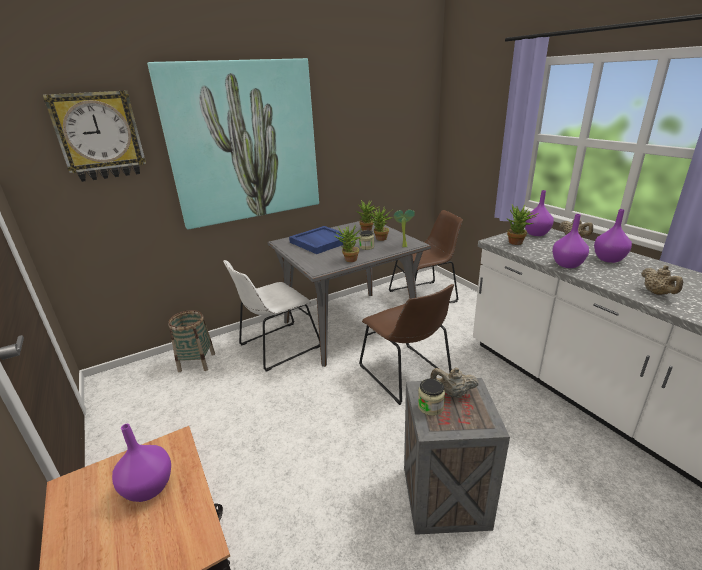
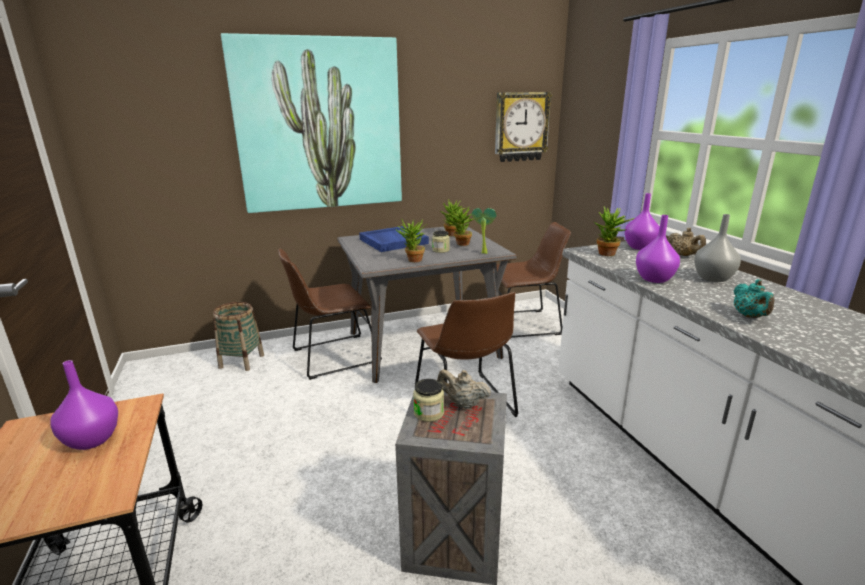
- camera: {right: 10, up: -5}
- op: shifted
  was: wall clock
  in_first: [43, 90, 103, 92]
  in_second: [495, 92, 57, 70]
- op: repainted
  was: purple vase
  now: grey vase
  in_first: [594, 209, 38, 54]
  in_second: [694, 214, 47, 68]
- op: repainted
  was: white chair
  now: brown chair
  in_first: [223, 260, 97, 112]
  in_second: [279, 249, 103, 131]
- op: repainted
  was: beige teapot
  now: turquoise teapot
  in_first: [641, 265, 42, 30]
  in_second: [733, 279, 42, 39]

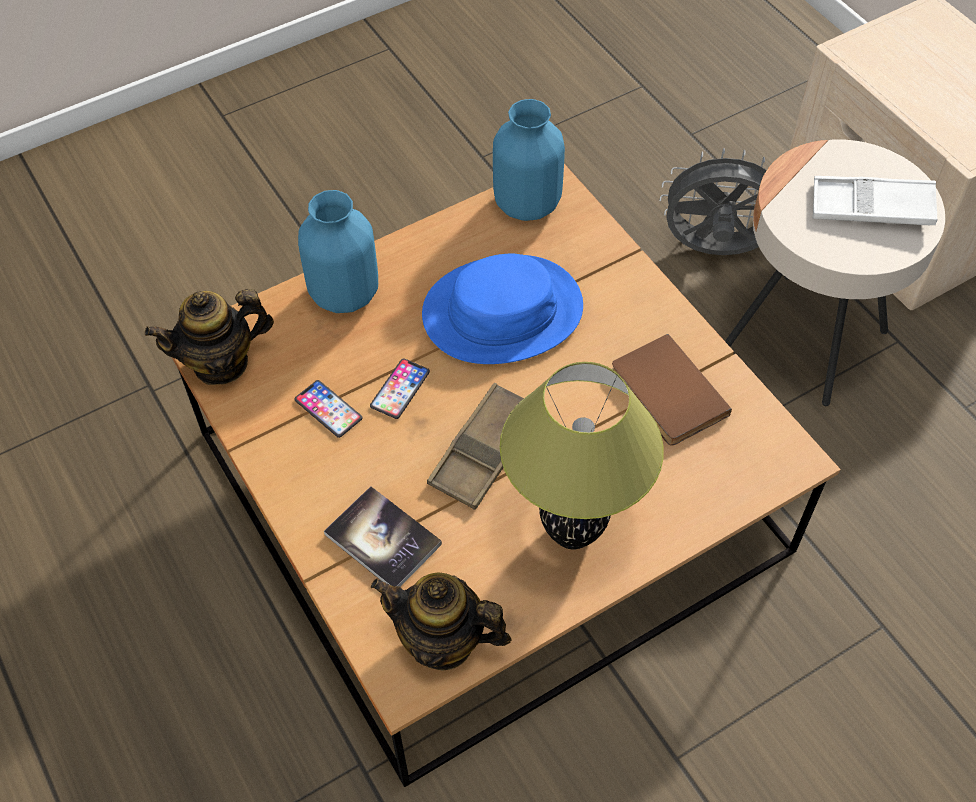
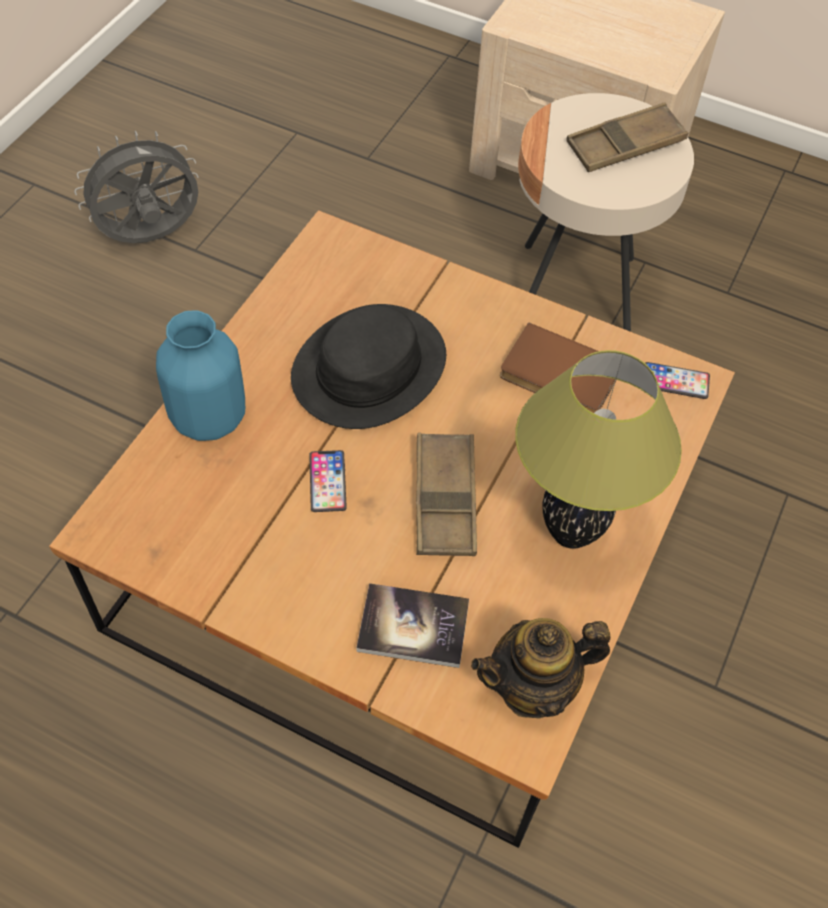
- camera: {right: -35, up: 0}
- op: gone
  was: blue vase
  in_first: [493, 99, 72, 122]
- op: shifted
  was: grey fan
  in_first: [660, 148, 107, 107]
  in_second: [74, 131, 125, 112]
- op: repainted
  was: white tray
  now: brown tray
  in_first: [813, 176, 125, 49]
  in_second: [566, 102, 122, 70]
- op: repainted
  was: blue hat
  now: black hat
  in_first: [422, 254, 161, 110]
  in_second: [291, 304, 155, 125]
- op: gone
  was: teapot
  in_first: [145, 289, 129, 96]
- op: shifted
  was: phone
  in_first: [295, 380, 67, 58]
  in_second: [645, 362, 65, 37]

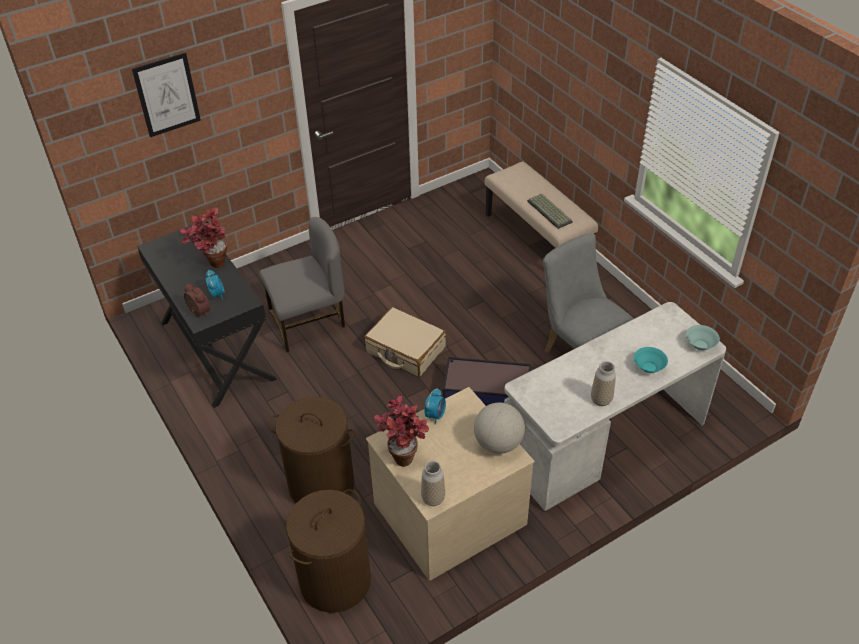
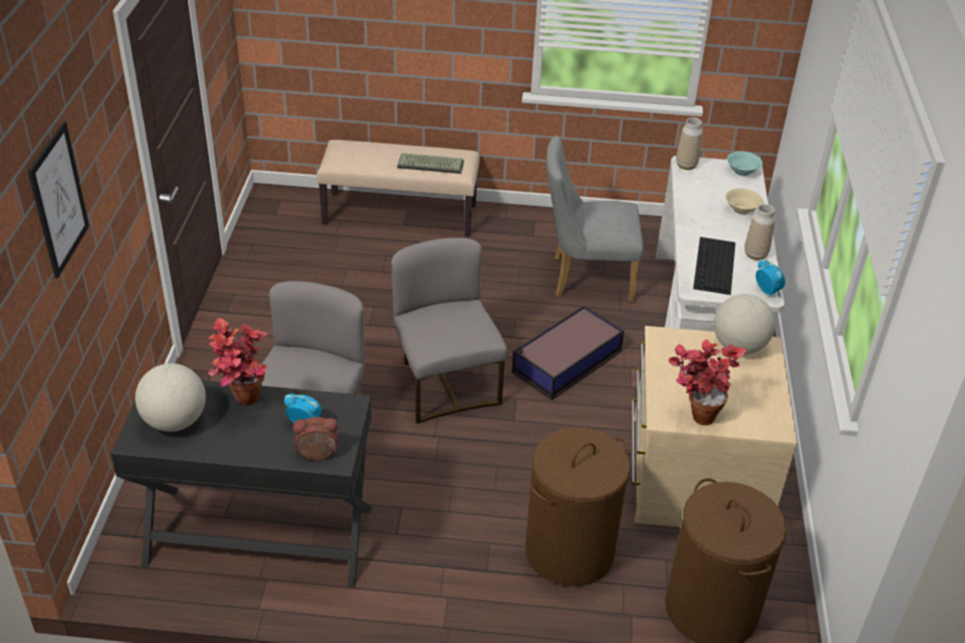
- camera: {right: -55, up: -5}
- op: swapped
  was: beige suitcase
  now: grey chair
  in_first: [364, 307, 82, 70]
  in_second: [391, 238, 116, 186]
- op: repainted
  was: turquoise bowl
  now: beige bowl
  in_first: [634, 347, 34, 26]
  in_second: [725, 188, 38, 27]
- op: shifted
  was: alarm clock
  in_first: [424, 388, 22, 36]
  in_second: [756, 259, 29, 38]
- op: shifted
  was: vase
  in_first: [421, 461, 24, 45]
  in_second: [676, 118, 27, 52]
- op: new
  now: keyboard
  in_second: [693, 237, 43, 58]
- op: new
  now: globe
  in_second: [135, 363, 71, 69]

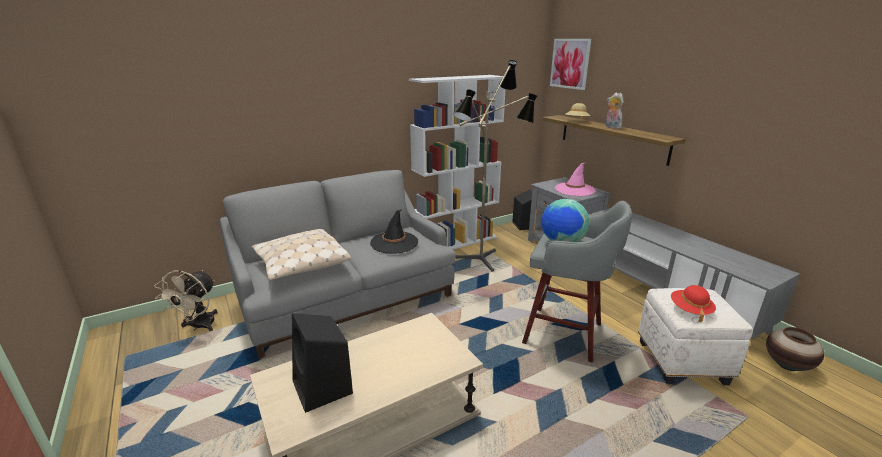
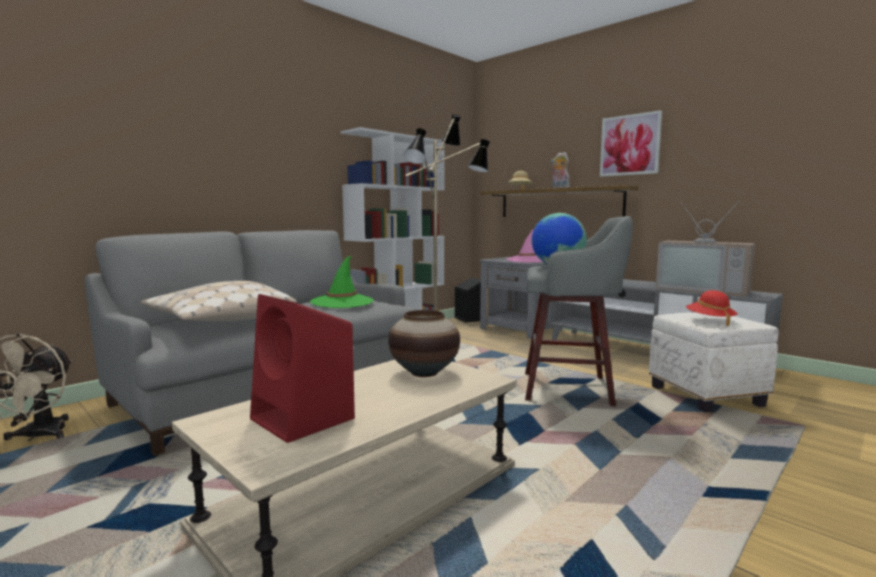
- camera: {right: -15, up: -15}
- op: shifted
  was: picture
  in_first: [550, 39, 41, 51]
  in_second: [600, 110, 62, 67]
- op: repainted
  was: black hat
  now: green hat
  in_first: [370, 209, 48, 45]
  in_second: [310, 255, 64, 53]
- op: repainted
  was: black speaker
  now: red speaker
  in_first: [292, 313, 61, 100]
  in_second: [250, 294, 105, 149]
- op: shifted
  was: vase
  in_first: [766, 327, 58, 44]
  in_second: [388, 310, 72, 67]
- op: new
  now: television
  in_second: [655, 200, 100, 97]

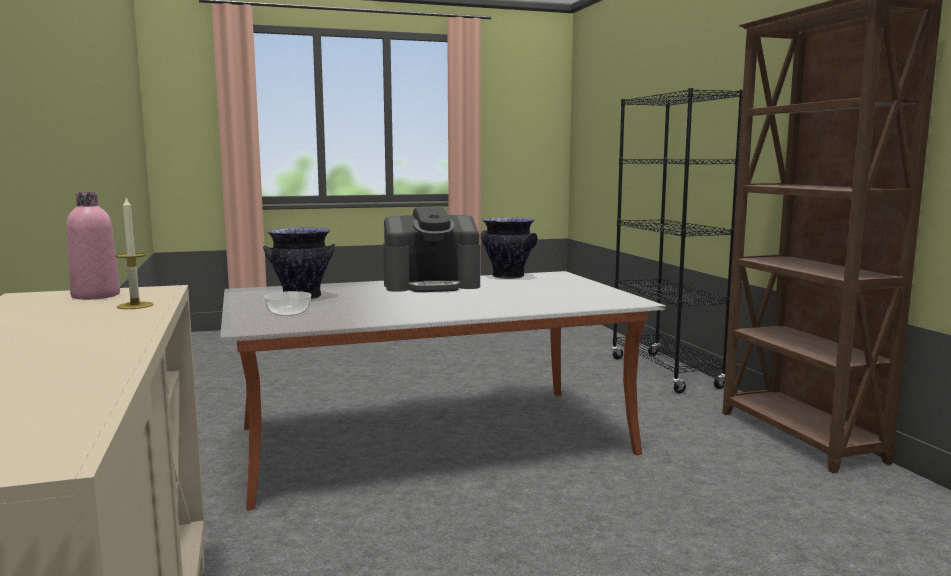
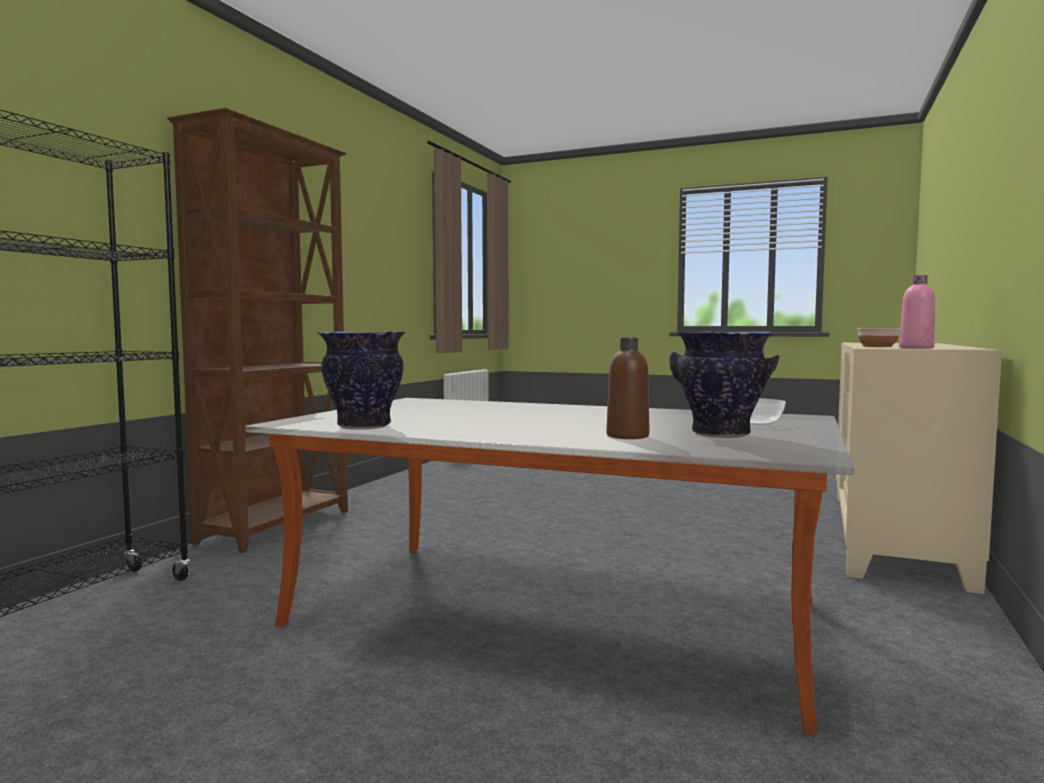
- camera: {right: -140, up: -5}
- op: swapped
  was: candle
  now: bowl
  in_first: [115, 198, 39, 111]
  in_second: [858, 328, 42, 19]
- op: gone
  was: coffee machine
  in_first: [383, 207, 97, 85]
- op: new
  now: brown bottle
  in_second: [606, 338, 43, 101]

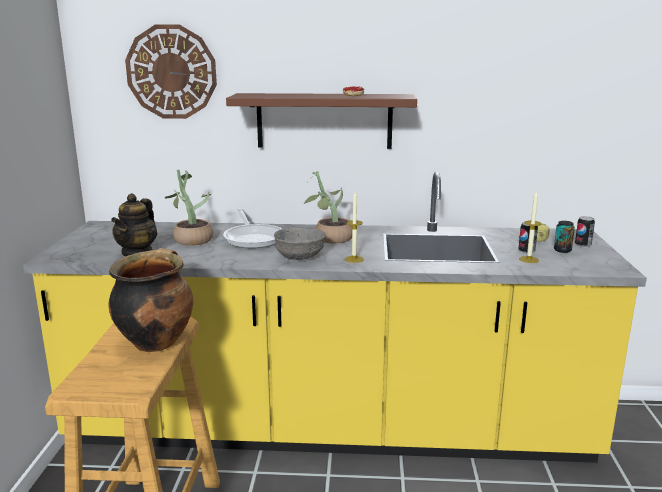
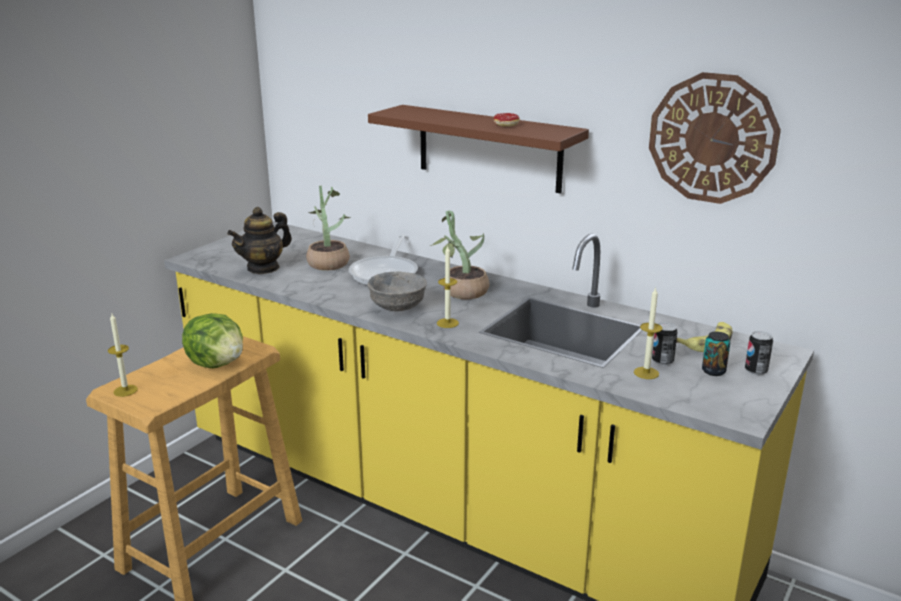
- camera: {right: 30, up: 5}
- op: shifted
  was: wall clock
  in_first: [125, 25, 92, 94]
  in_second: [649, 72, 132, 132]
- op: swapped
  was: cooking pot
  now: lettuce
  in_first: [108, 248, 85, 104]
  in_second: [182, 313, 61, 55]
- op: new
  now: candle
  in_second: [108, 314, 30, 83]

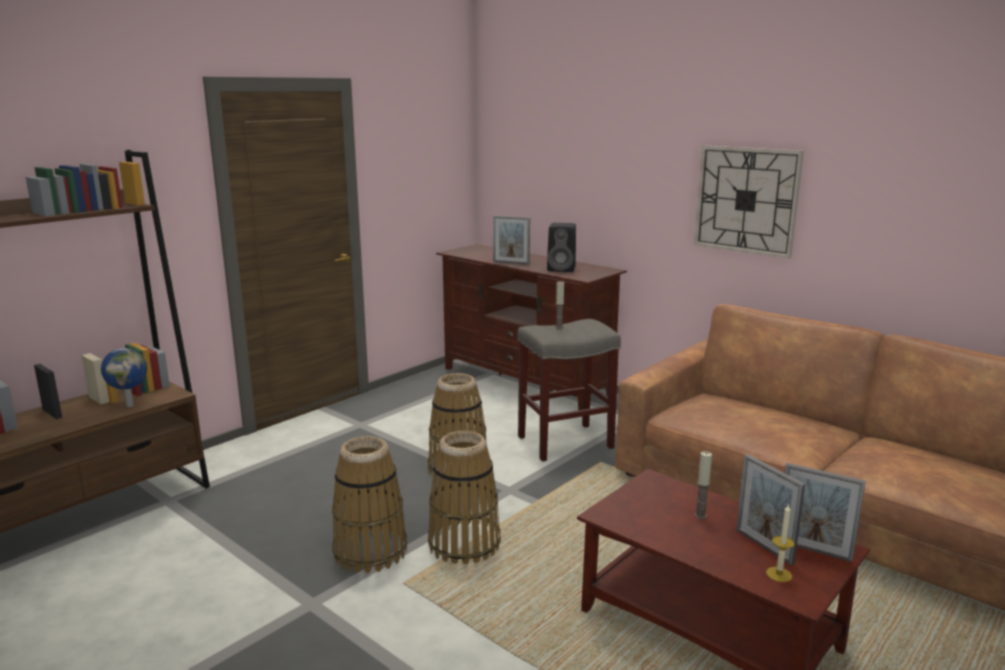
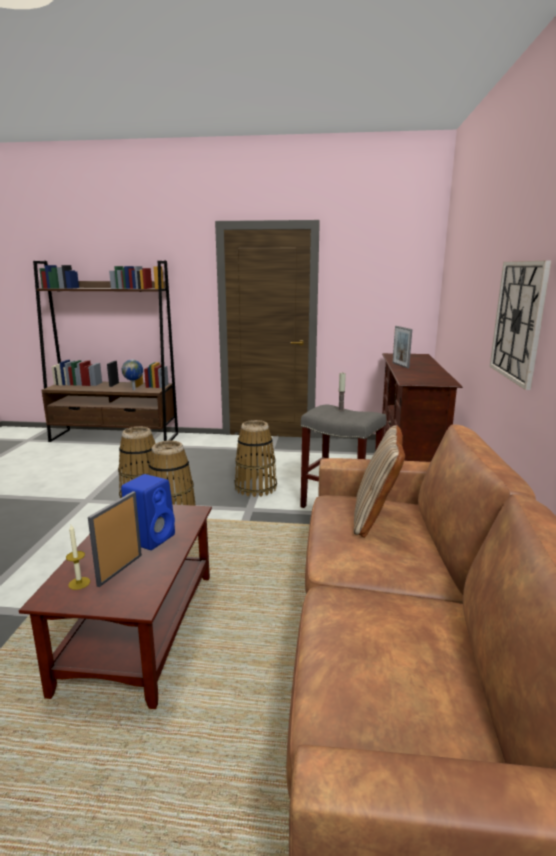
- camera: {right: 55, up: 0}
- op: gone
  was: black speaker
  in_first: [547, 223, 29, 49]
- op: swapped
  was: candle
  now: blue speaker
  in_first: [695, 451, 17, 68]
  in_second: [121, 474, 54, 76]
- op: gone
  was: picture frame
  in_first: [785, 463, 81, 99]
- op: new
  now: beige pillow
  in_second: [354, 425, 51, 113]

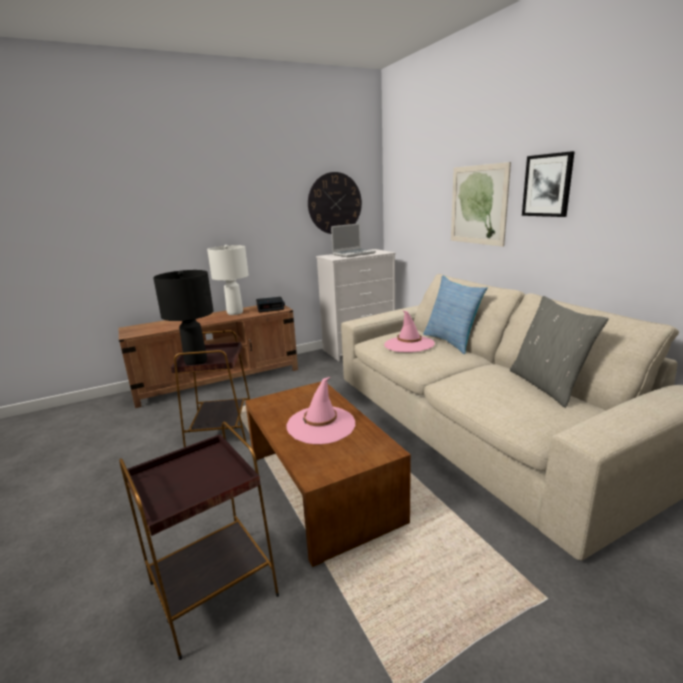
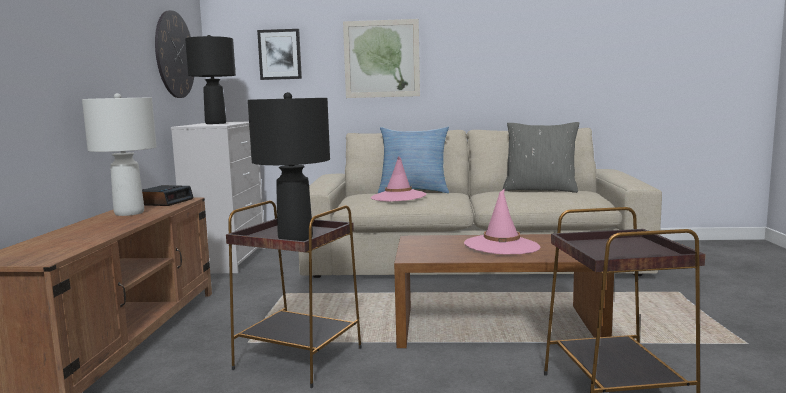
- camera: {right: -60, up: -10}
- op: shifted
  was: picture
  in_first: [522, 151, 53, 66]
  in_second: [257, 29, 45, 51]
- op: swapped
  was: laptop
  now: black table lamp
  in_first: [331, 223, 45, 34]
  in_second: [185, 35, 51, 89]

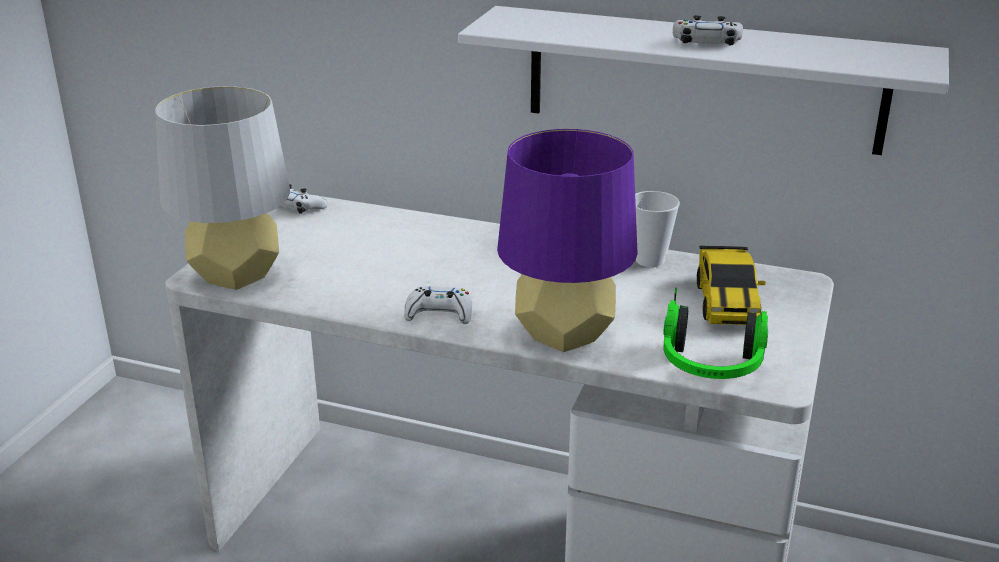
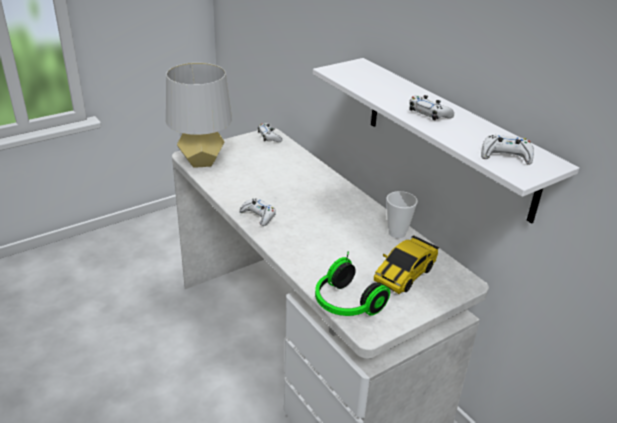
- camera: {right: 35, up: 5}
- op: gone
  was: purple table lamp
  in_first: [497, 129, 141, 223]
- op: new
  now: white game controller
  in_second: [481, 135, 53, 30]

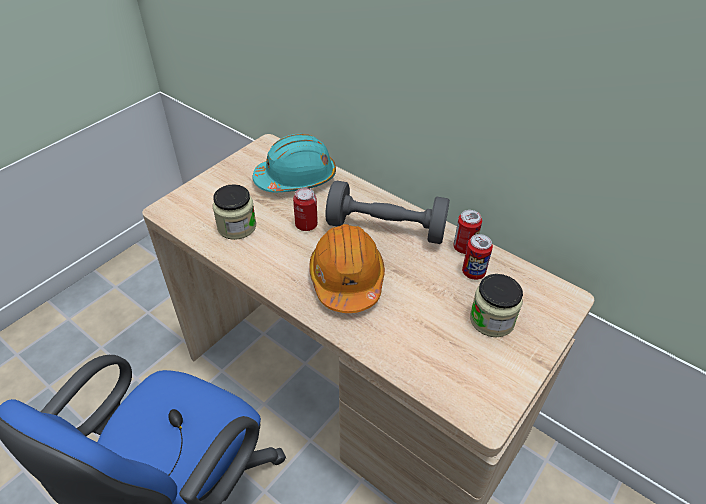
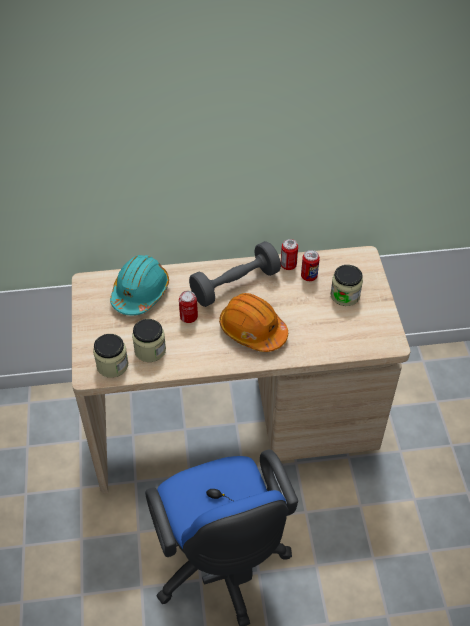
- camera: {right: -45, up: 5}
- op: new
  now: jar
  in_second: [93, 334, 36, 44]

